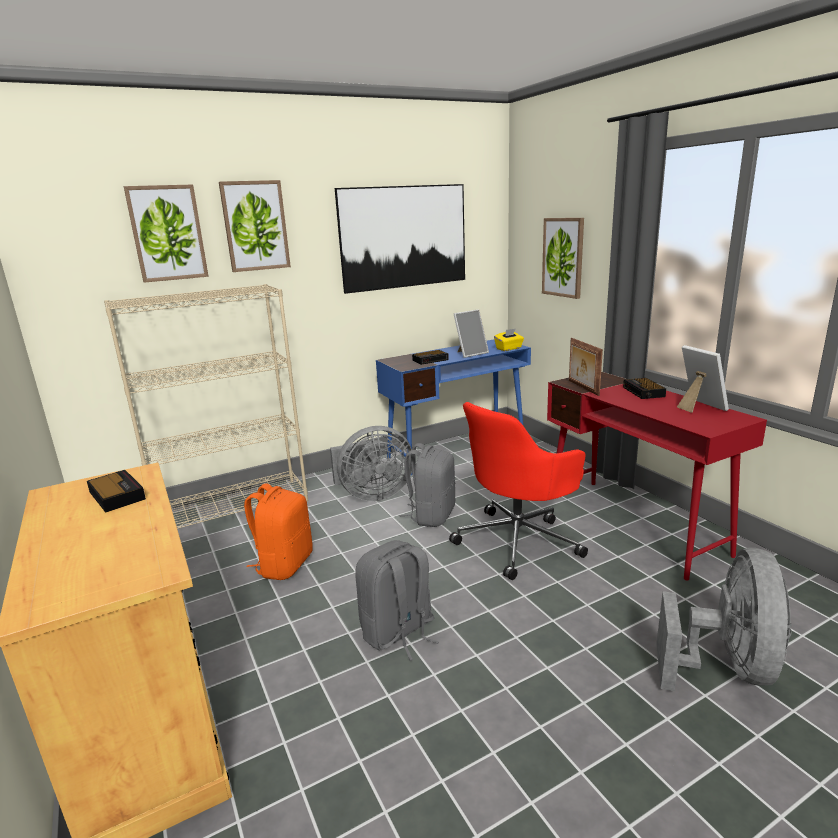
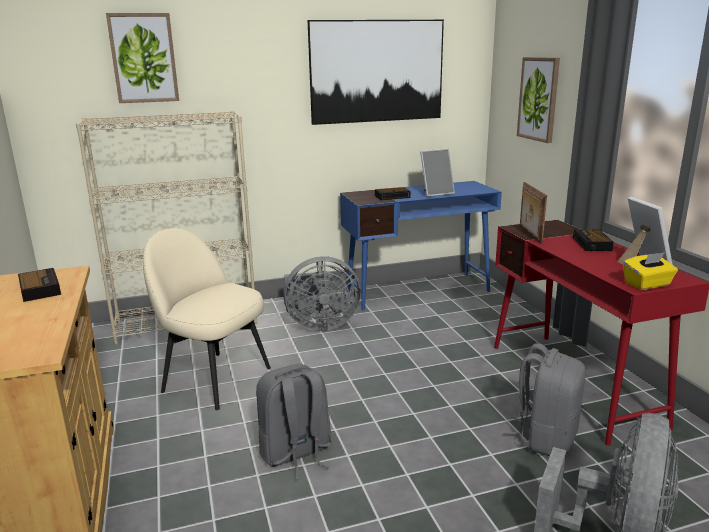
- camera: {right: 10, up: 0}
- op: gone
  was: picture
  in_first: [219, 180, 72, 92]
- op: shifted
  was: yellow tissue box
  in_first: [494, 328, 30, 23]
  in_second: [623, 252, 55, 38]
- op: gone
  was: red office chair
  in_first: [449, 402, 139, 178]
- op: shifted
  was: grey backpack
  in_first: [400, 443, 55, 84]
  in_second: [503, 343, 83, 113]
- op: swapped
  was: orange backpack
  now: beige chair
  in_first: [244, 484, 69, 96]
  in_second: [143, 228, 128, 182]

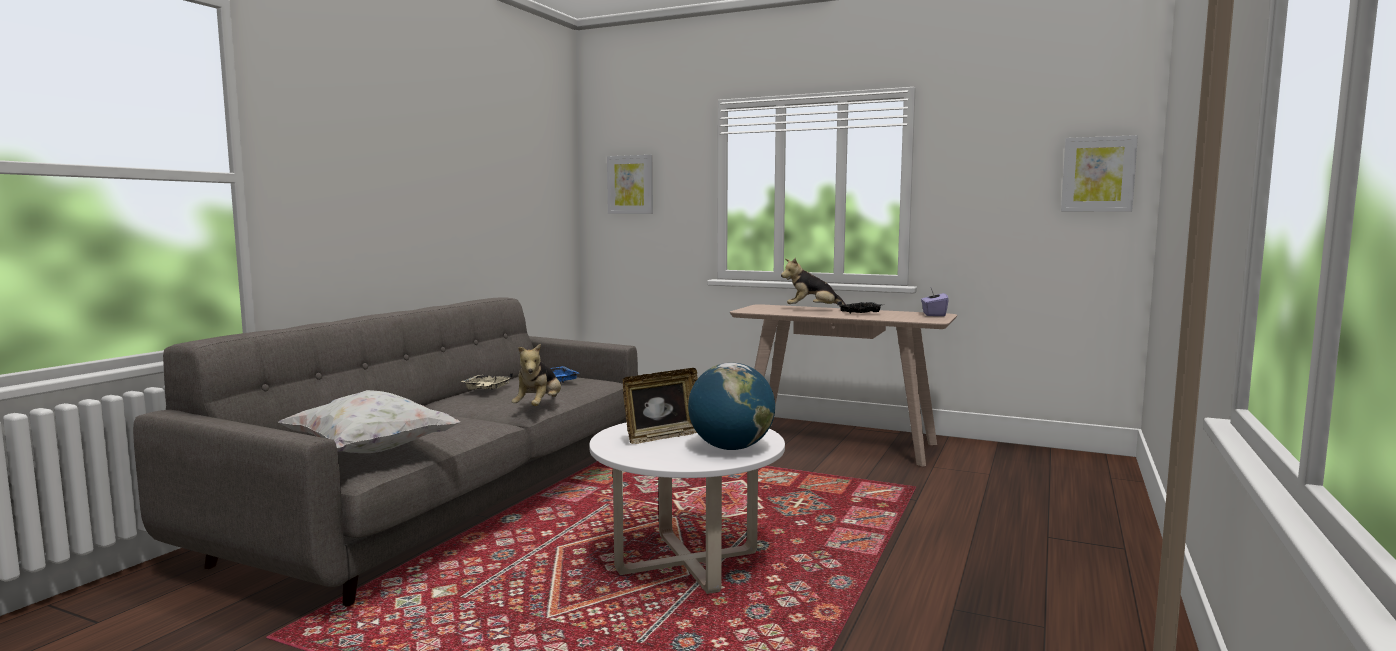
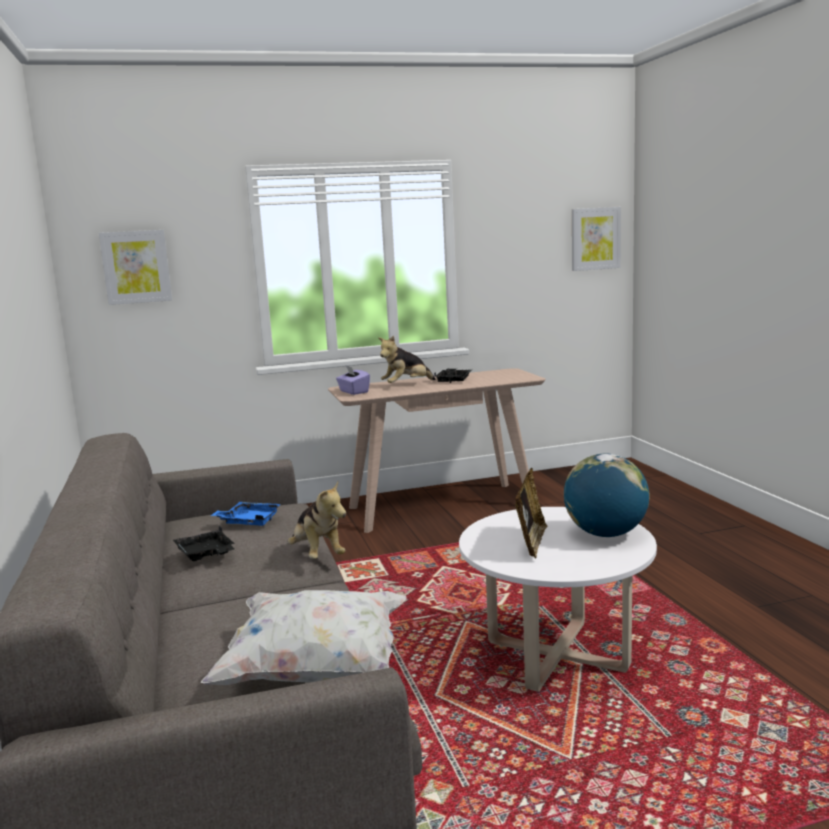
- camera: {right: -40, up: 5}
- op: shifted
  was: purple tissue box
  in_first: [921, 286, 28, 30]
  in_second: [336, 365, 34, 30]
- op: repainted
  was: beige tray
  now: black tray
  in_first: [461, 373, 52, 17]
  in_second: [173, 526, 62, 35]

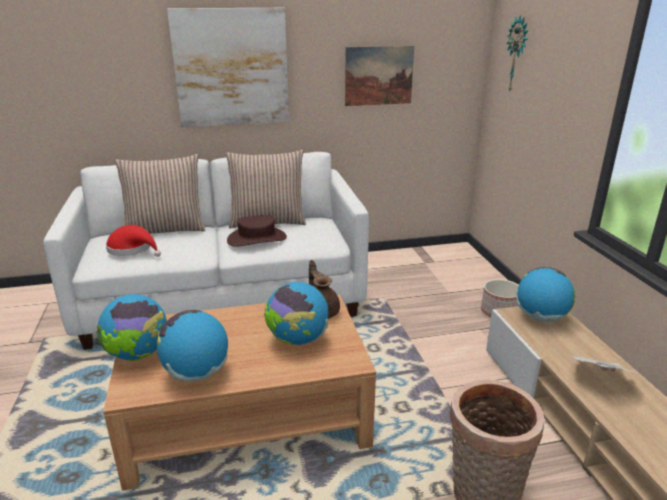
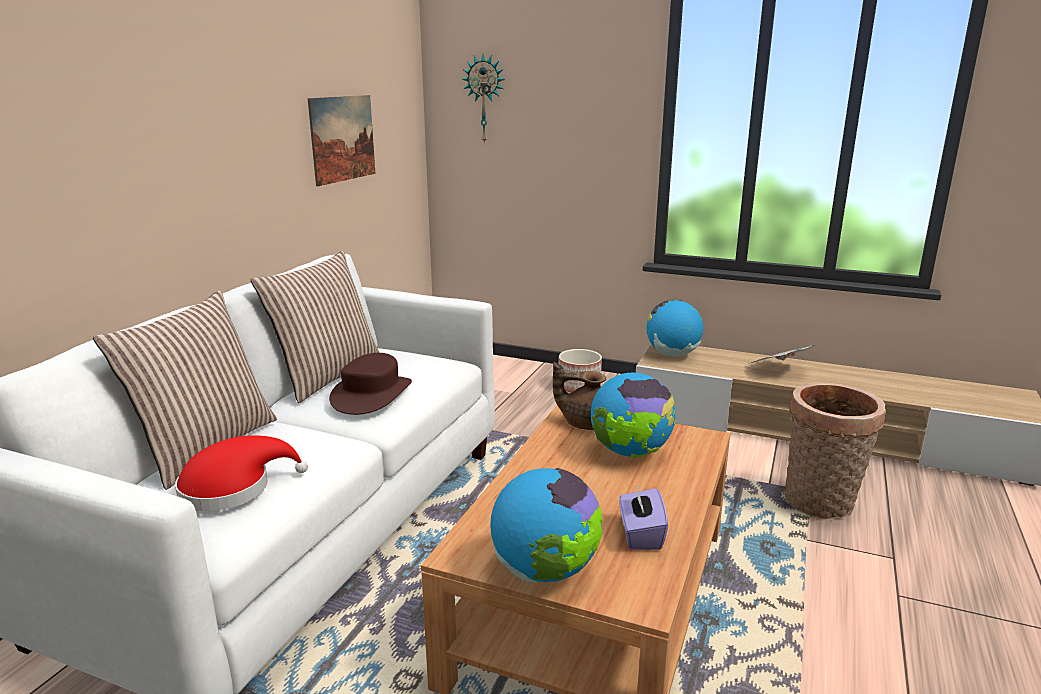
- camera: {right: -55, up: -5}
- op: gone
  was: picture
  in_first: [167, 8, 122, 119]
- op: swapped
  was: globe
  now: purple tissue box
  in_first: [157, 310, 71, 72]
  in_second: [619, 484, 49, 66]

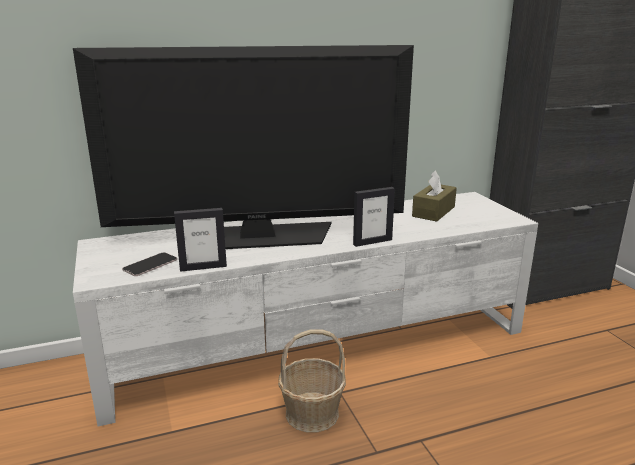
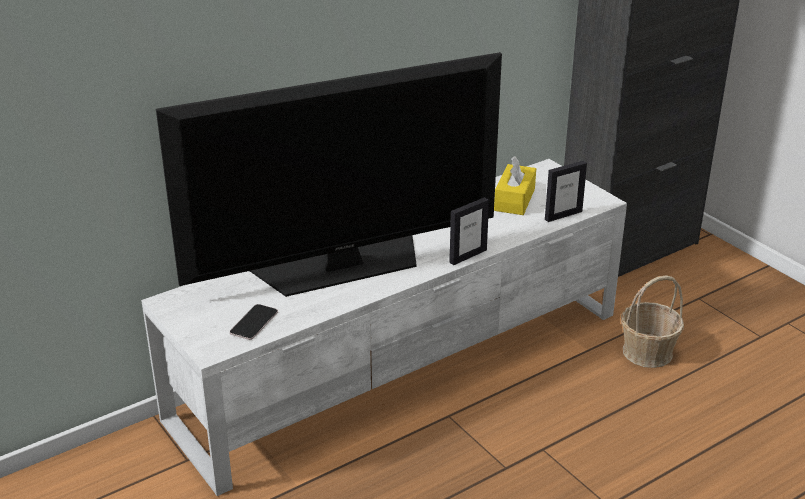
- camera: {right: -15, up: 10}
- op: repainted
  was: brown tissue box
  now: yellow tissue box
  in_first: [412, 170, 45, 52]
  in_second: [494, 156, 42, 59]
- op: shifted
  was: picture frame
  in_first: [174, 208, 53, 64]
  in_second: [545, 161, 42, 61]
- op: shifted
  was: basket
  in_first: [278, 329, 68, 103]
  in_second: [621, 275, 63, 93]

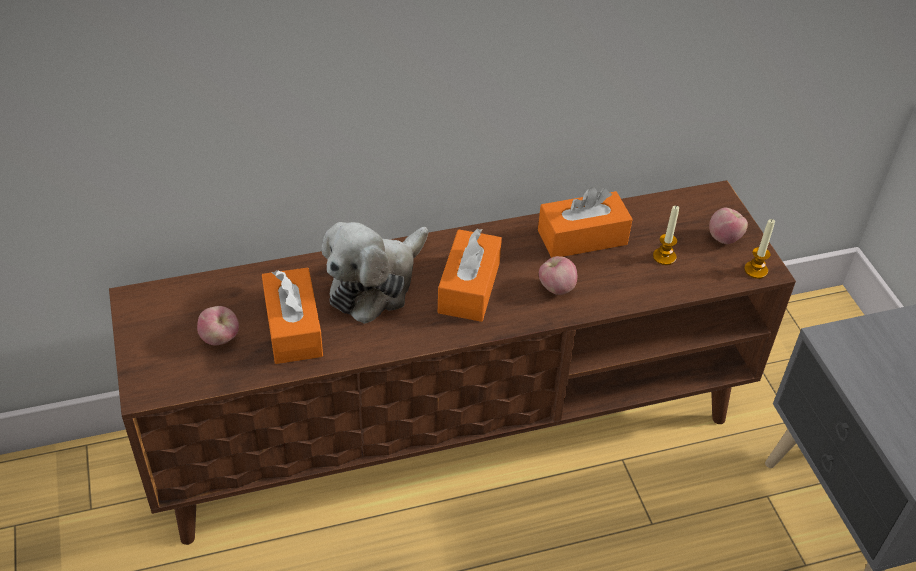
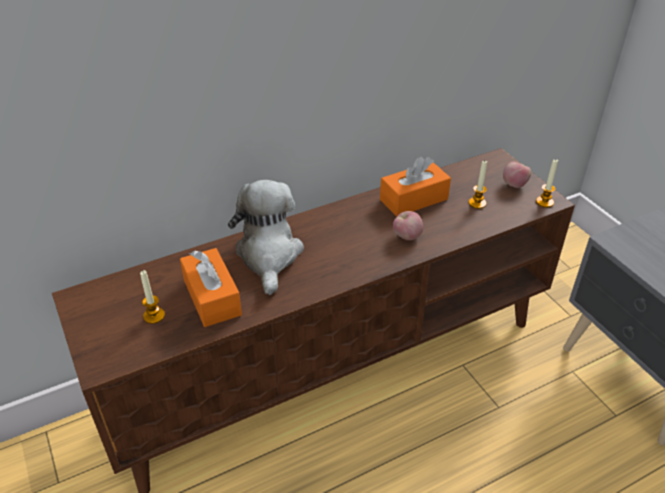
- camera: {right: -10, up: -5}
- op: rotated
  was: plush toy
  in_first: [322, 222, 106, 102]
  in_second: [228, 180, 76, 115]
  clockwise: 150
- op: gone
  was: orange tissue box
  in_first: [438, 229, 64, 93]
- op: swapped
  was: apple
  now: candle
  in_first: [197, 306, 42, 39]
  in_second: [140, 270, 25, 54]

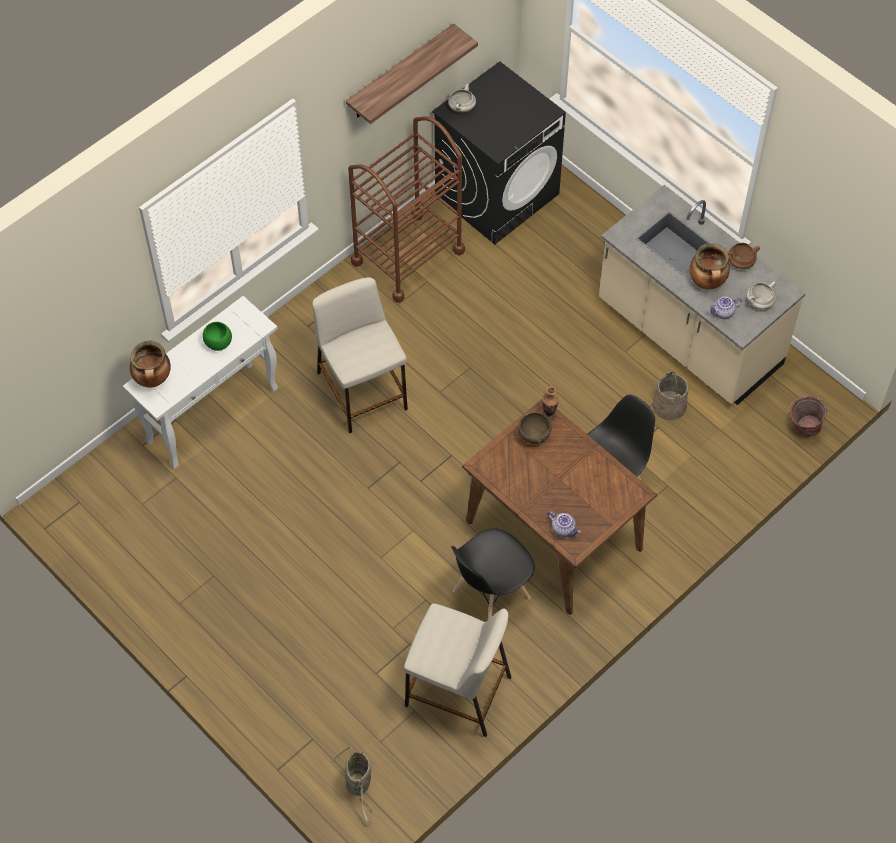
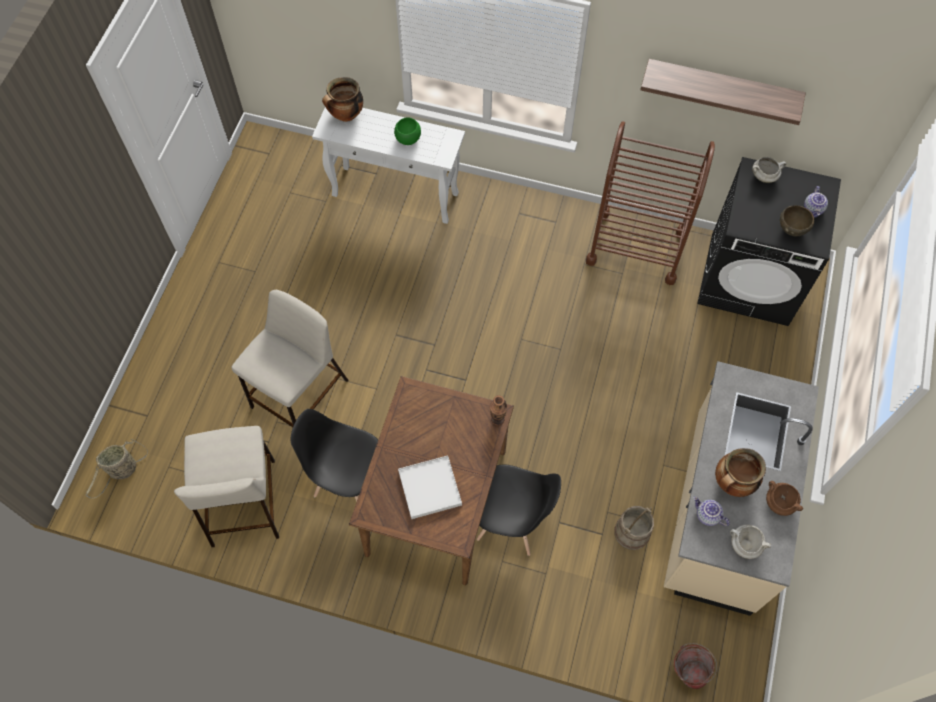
- camera: {right: 60, up: 5}
- op: shifted
  was: beige stool
  in_first: [312, 277, 96, 156]
  in_second: [231, 290, 117, 137]
- op: shifted
  was: brown bowl
  in_first: [518, 412, 33, 32]
  in_second: [780, 205, 34, 31]
- op: shifted
  was: teapot
  in_first: [548, 511, 33, 26]
  in_second: [804, 186, 24, 32]
- op: new
  now: white tray
  in_second: [398, 455, 64, 64]

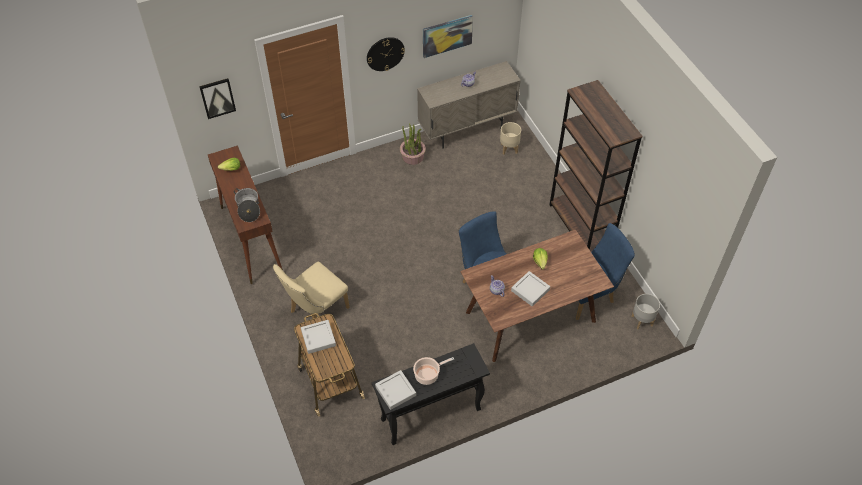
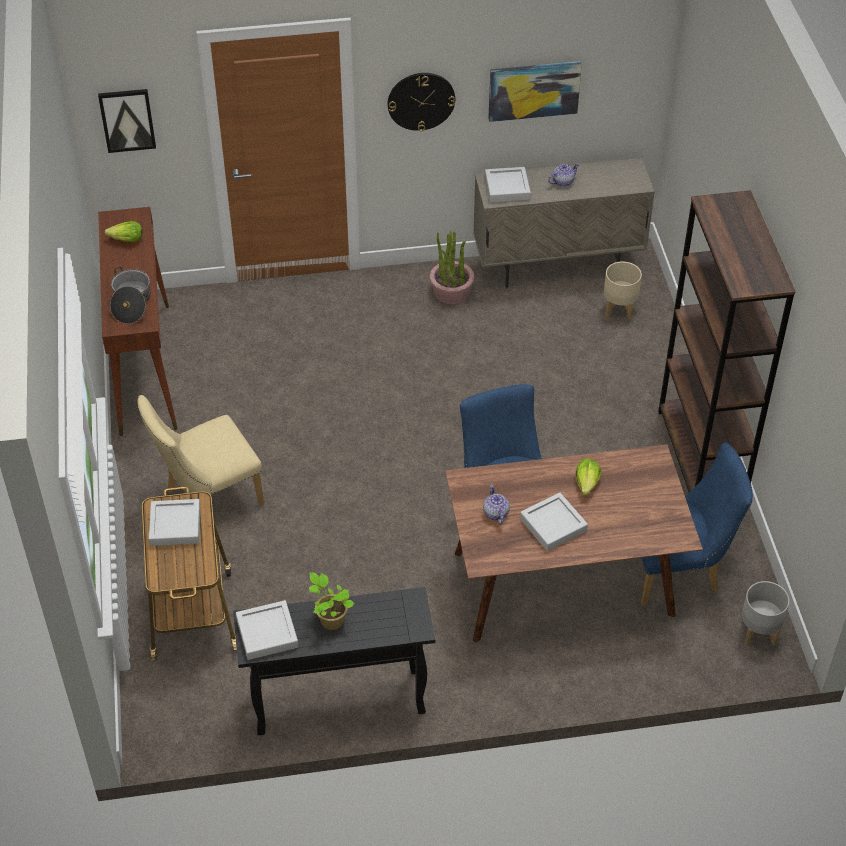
- camera: {right: 15, up: -5}
- op: swapped
  was: cooking pot
  now: potted plant
  in_first: [413, 357, 41, 28]
  in_second: [309, 572, 45, 58]
- op: new
  now: grey tray
  in_second: [485, 167, 46, 35]

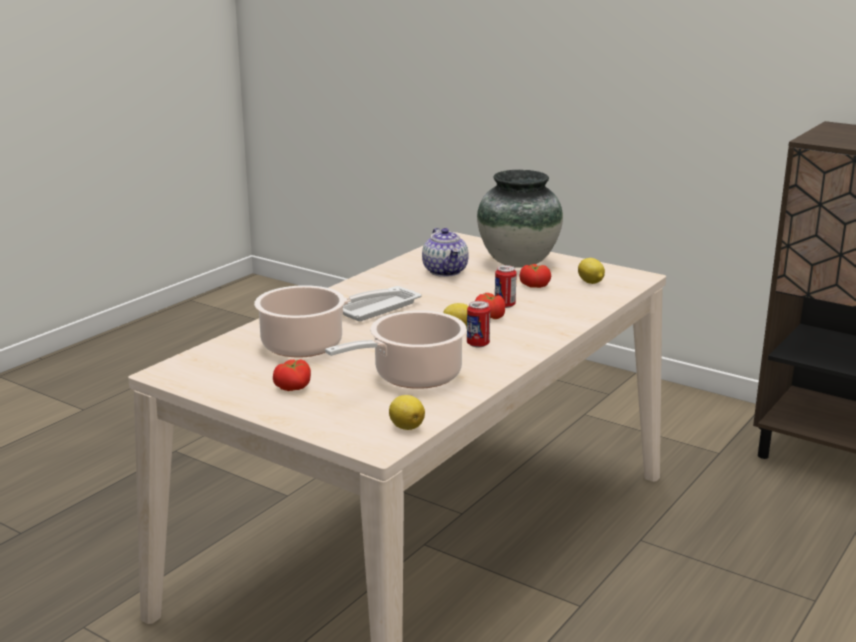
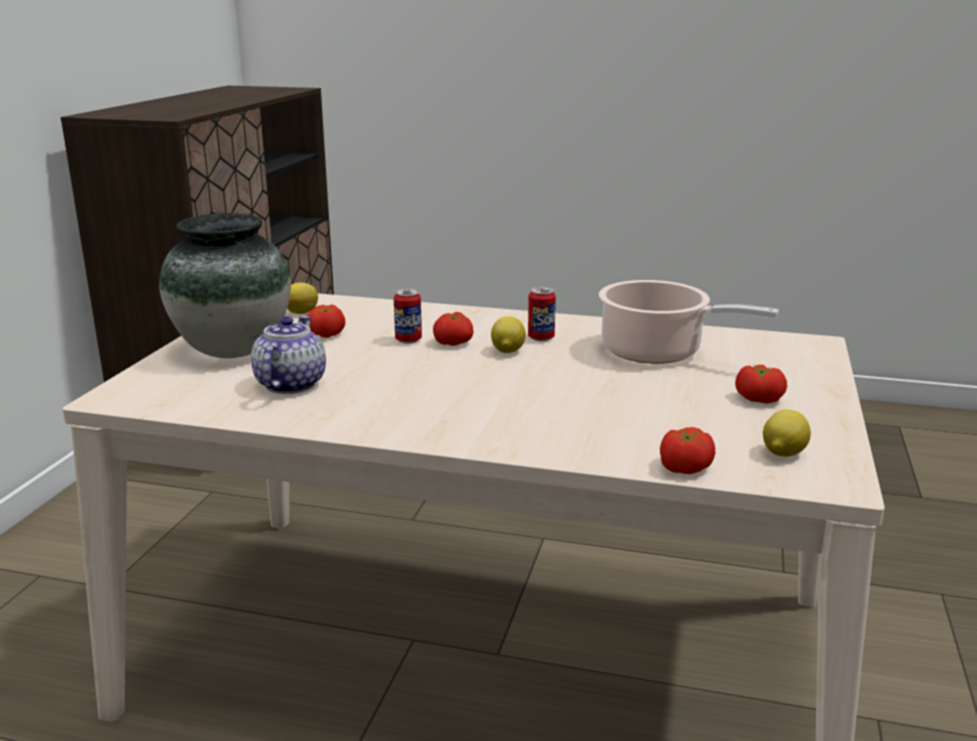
- camera: {right: -110, up: 0}
- op: rotated
  was: teapot
  in_first: [422, 228, 47, 49]
  in_second: [251, 316, 75, 78]
  clockwise: -45
- op: gone
  was: cooking pot
  in_first: [254, 285, 147, 73]
- op: gone
  was: white tray
  in_first: [343, 286, 79, 35]
- op: shifted
  was: lemon
  in_first: [389, 395, 36, 35]
  in_second: [763, 409, 48, 48]
- op: new
  now: tomato
  in_second: [660, 427, 55, 47]

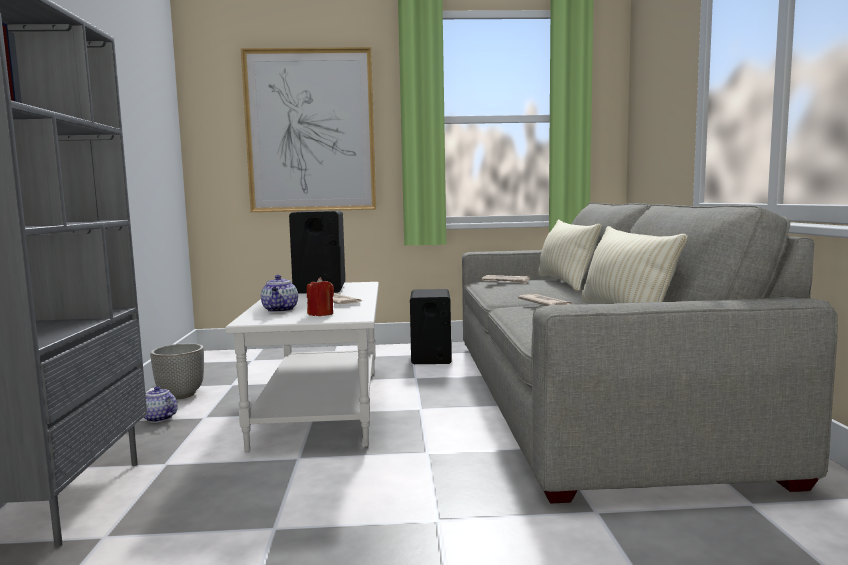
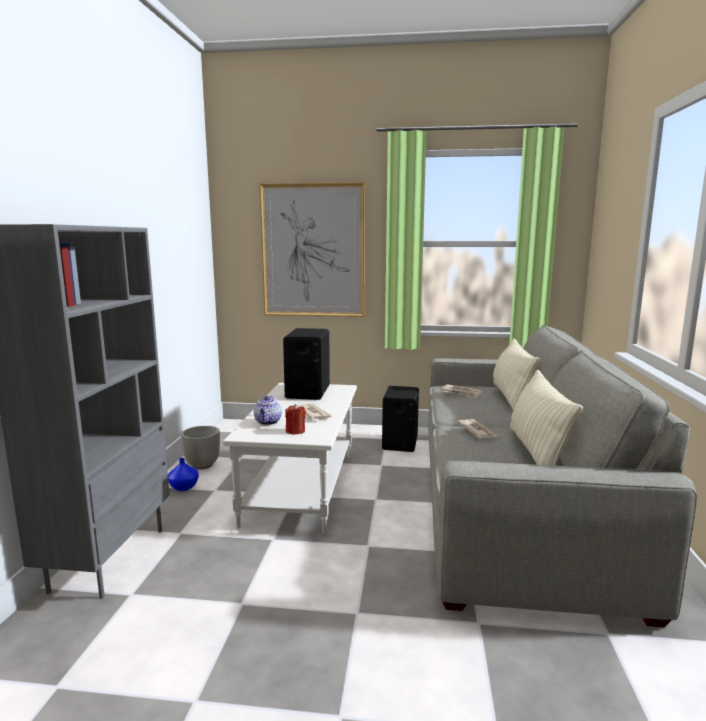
- camera: {right: 10, up: 5}
- op: swapped
  was: teapot
  now: blue vase
  in_first: [144, 386, 34, 37]
  in_second: [168, 458, 31, 33]

